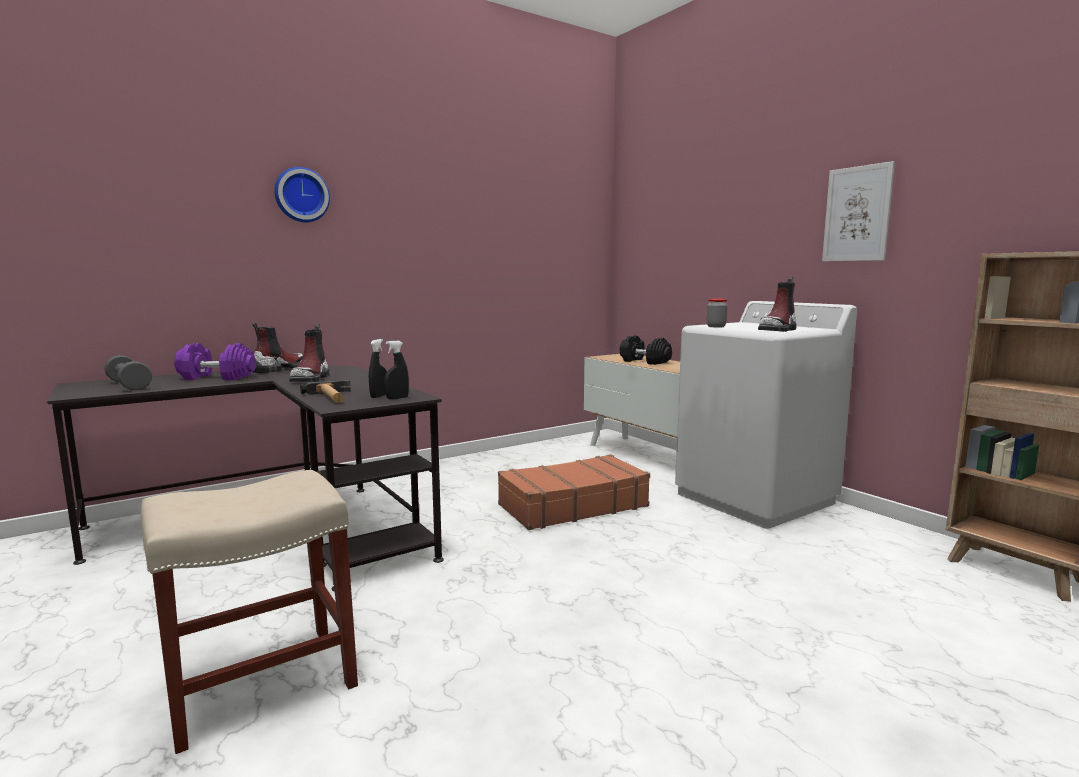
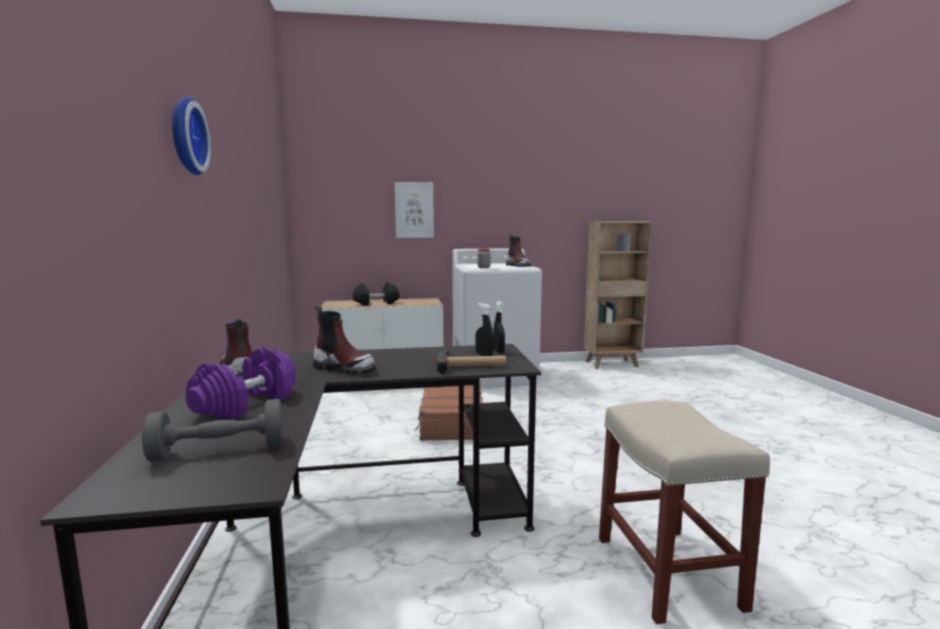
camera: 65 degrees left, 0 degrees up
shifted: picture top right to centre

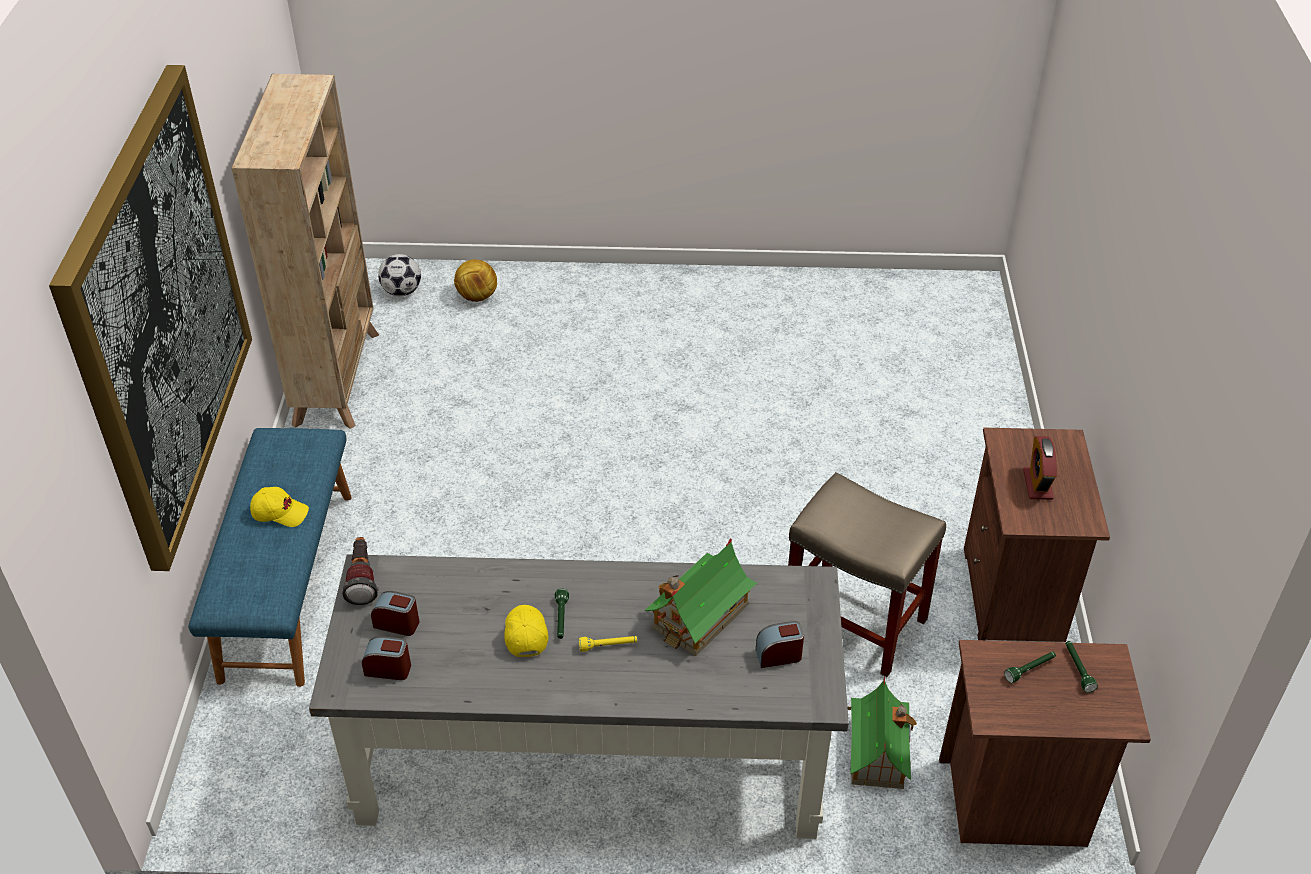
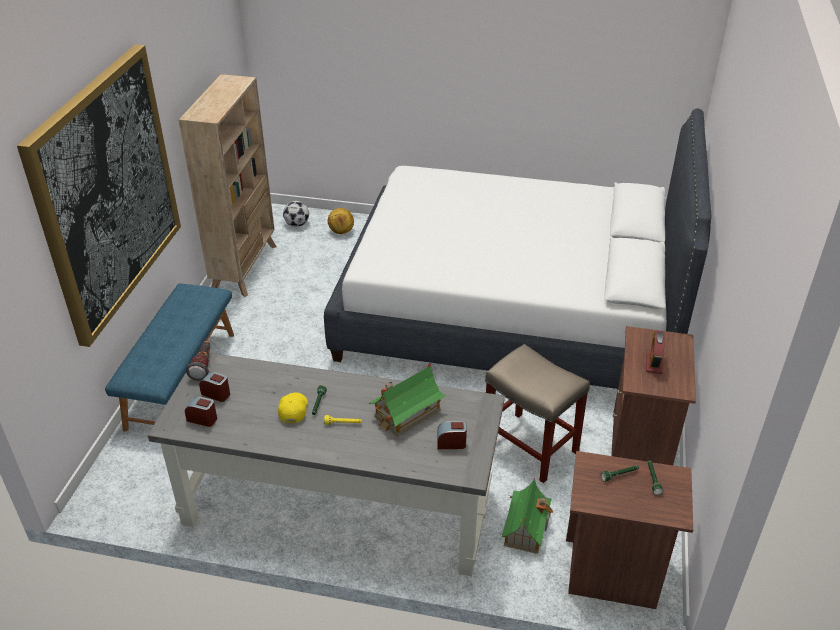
camera: 10 degrees right, 5 degrees down
gone: yellow-coloured baseball cap (no. 1 from left) middle left
new: whitish bed centre

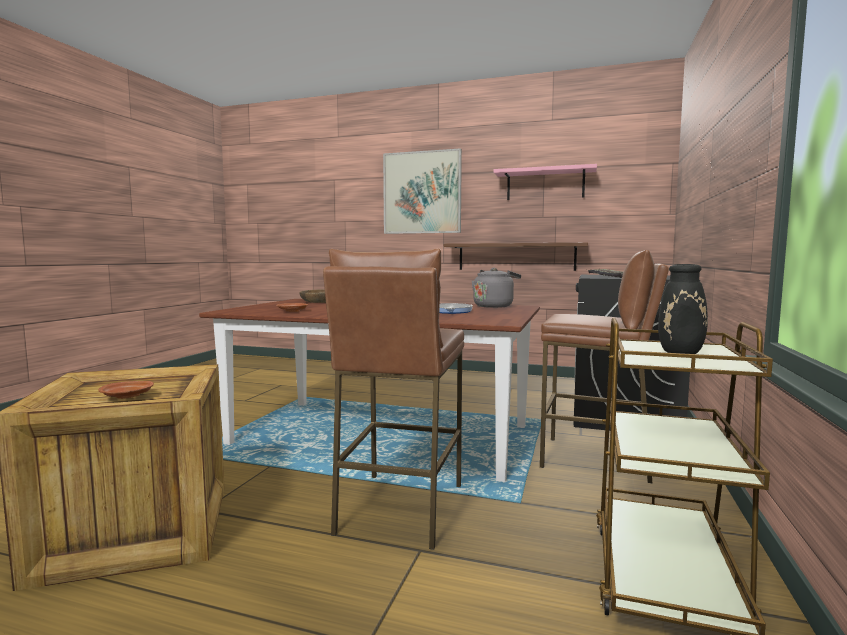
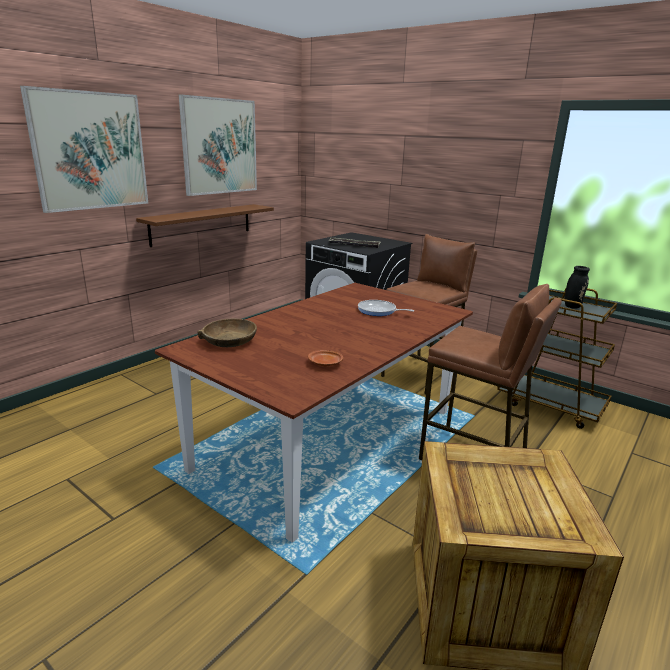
camera: 70 degrees left, 15 degrees up
gone: brown dinner plate (no. 1 from left) middle left; greyish kettle centre
swapped: pinkish wall shelf top centre to picture (no. 2 from left) top left

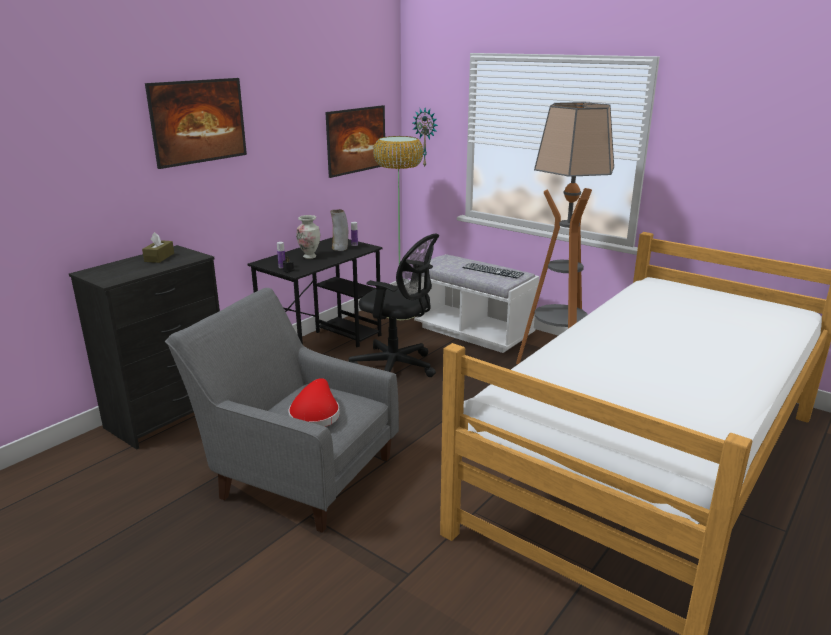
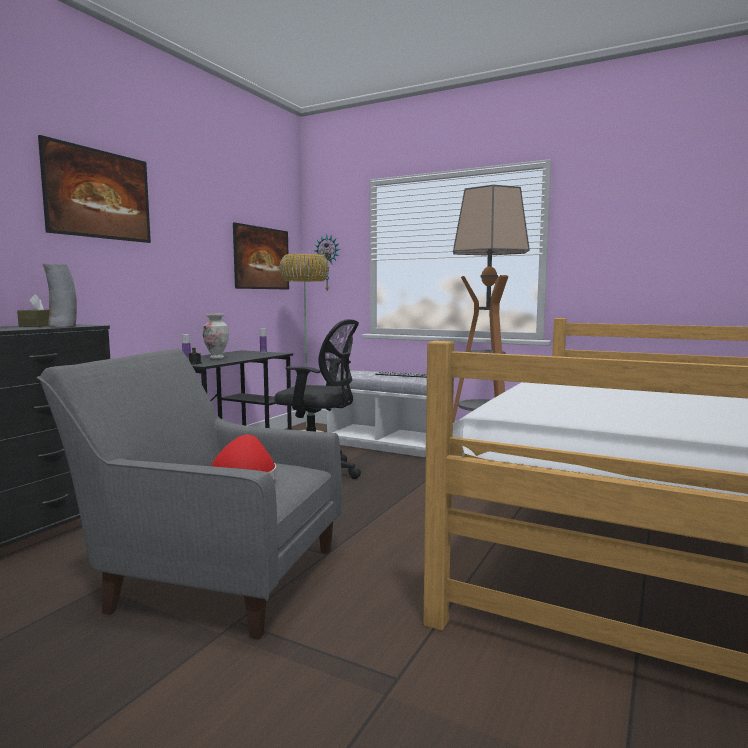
camera: 10 degrees left, 15 degrees down
shifted: flower vase (no. 2 from left in the first image) centre to flower vase (no. 1 from left) middle left

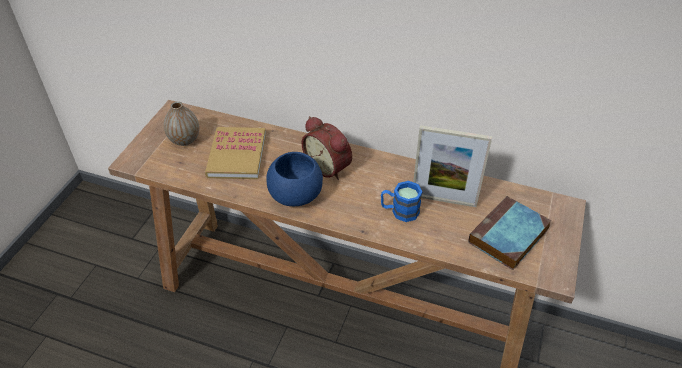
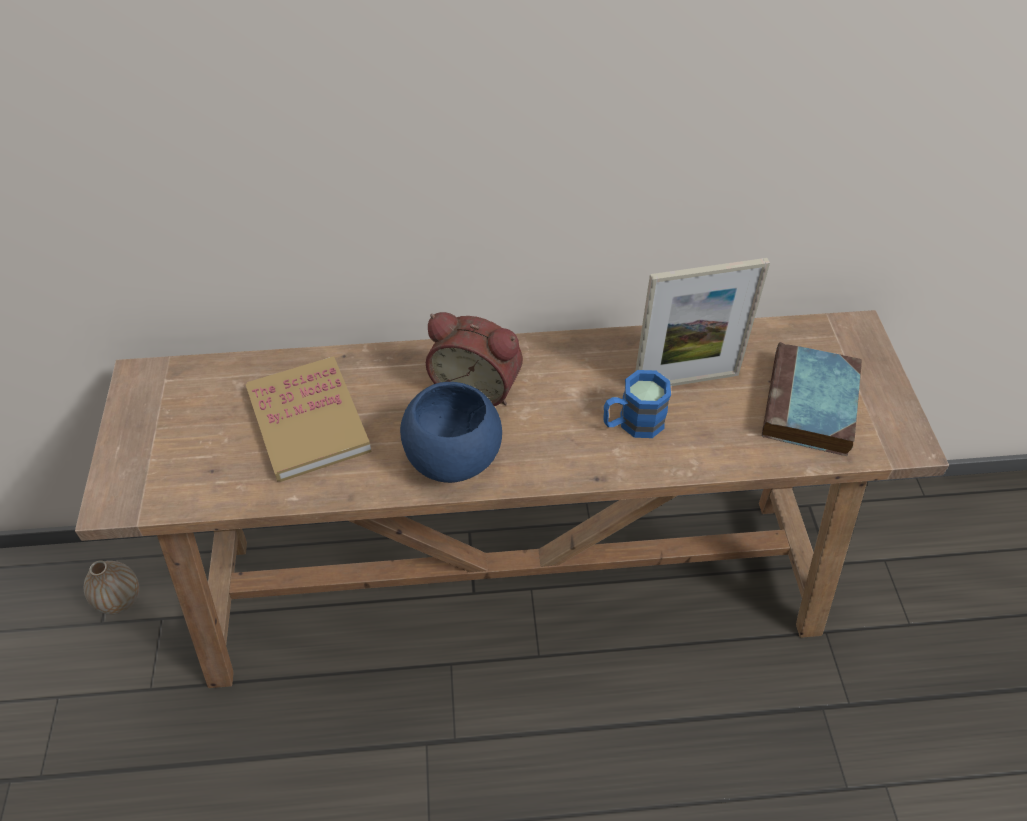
camera: 25 degrees left, 5 degrees up
shifted: flower vase middle left to bottom left

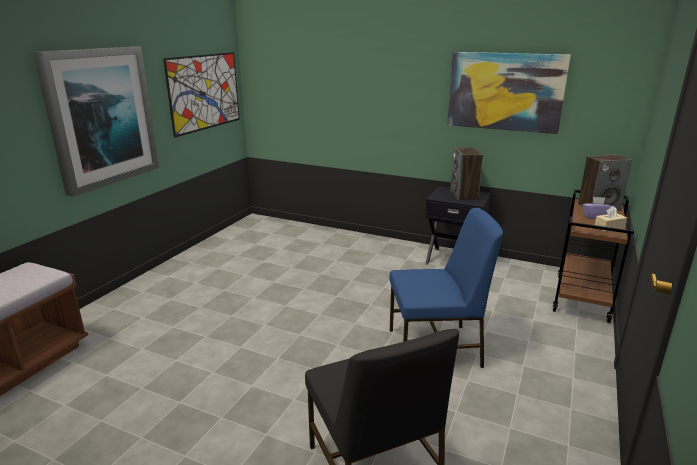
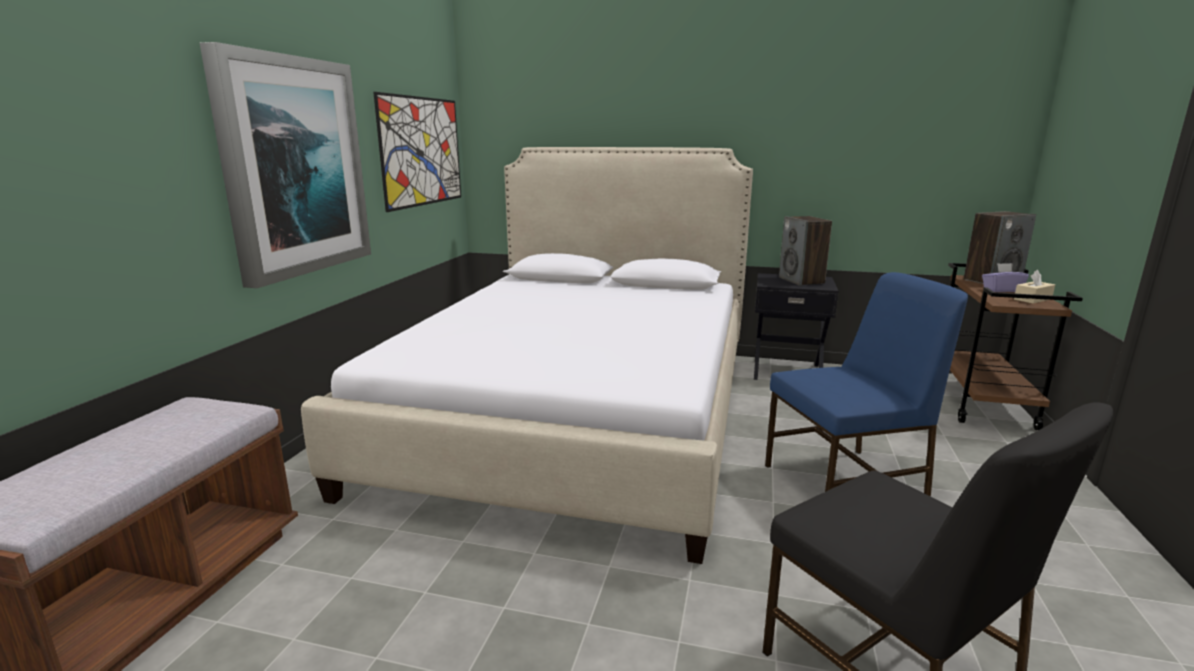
camera: 10 degrees left, 5 degrees down
gone: picture (no. 3 from left) top right
new: bed centre

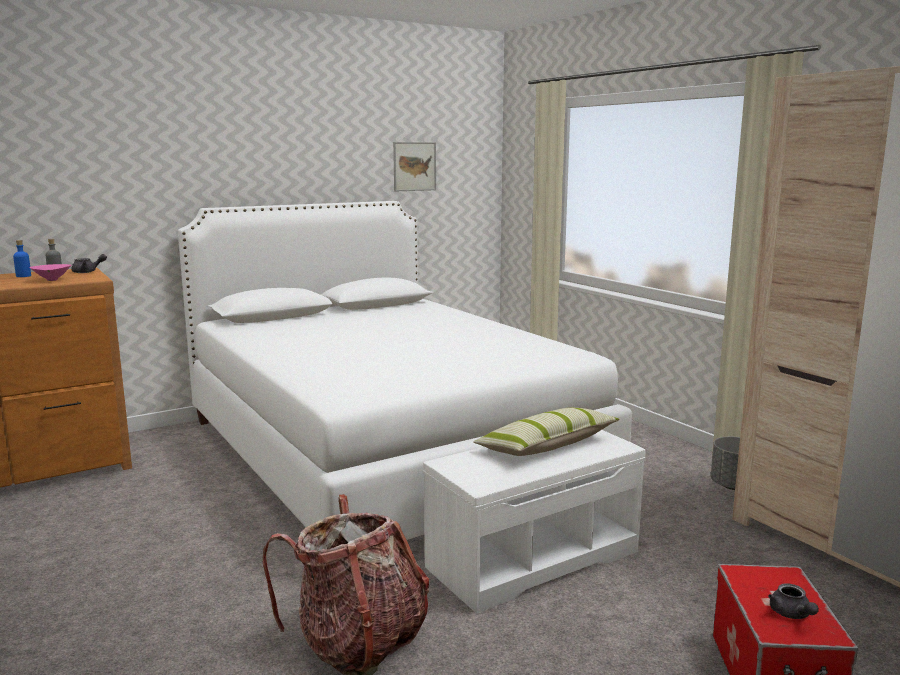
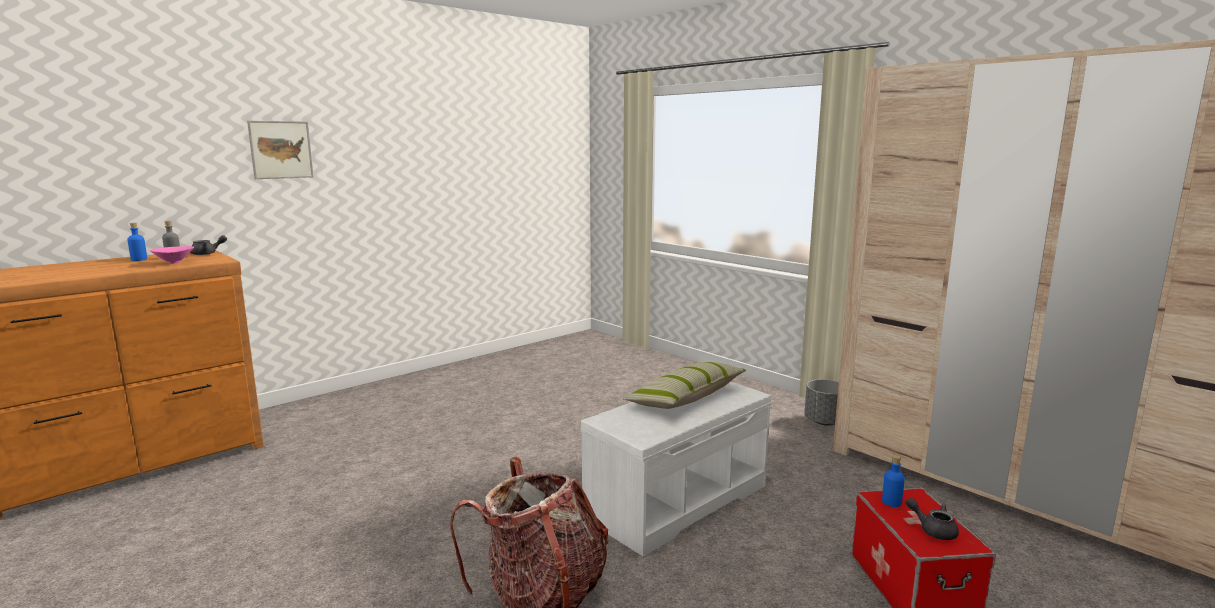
camera: 10 degrees left, 0 degrees up
gone: whitish bed centre
new: bluish beverage bottle (no. 2 from left) bottom right
shifted: picture top centre to top left
rotated: greyish pot for tea (no. 2 from left) bottom right = bottom right 150 degrees clockwise

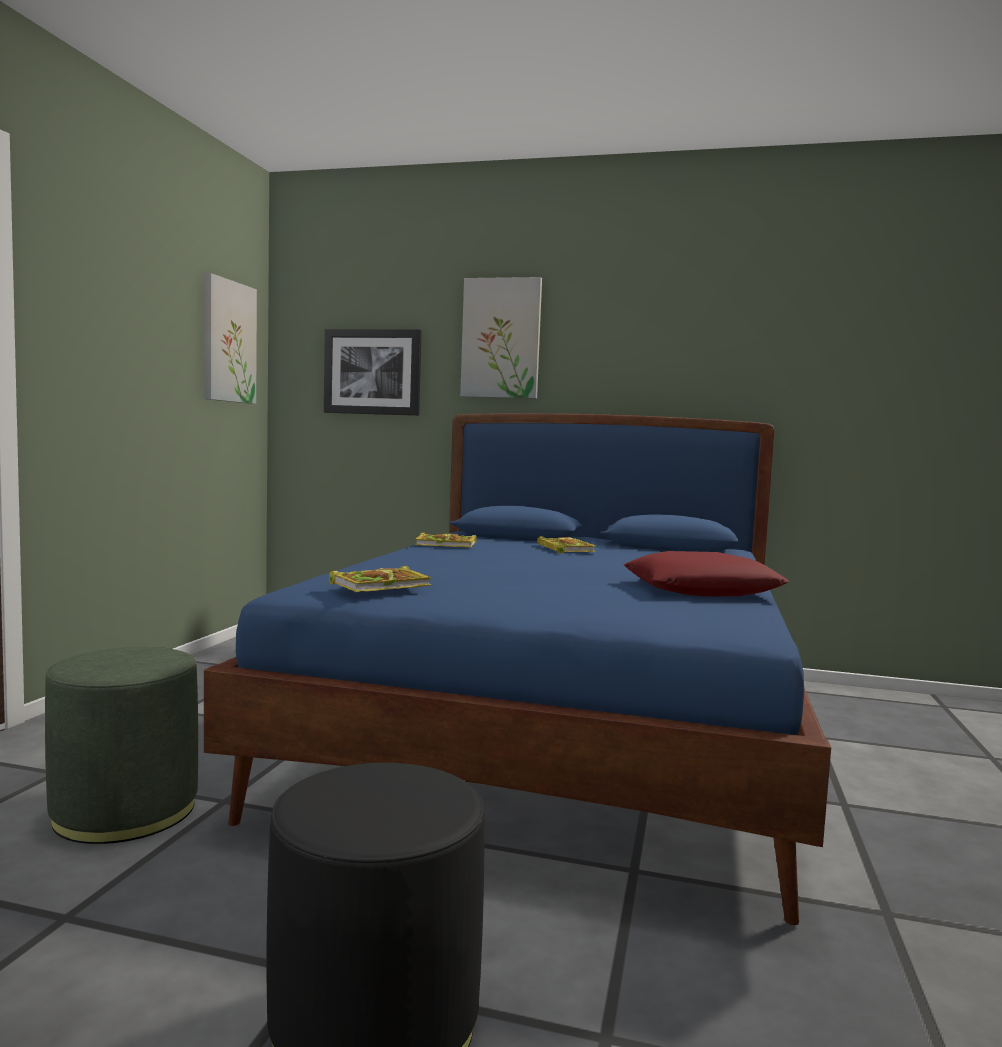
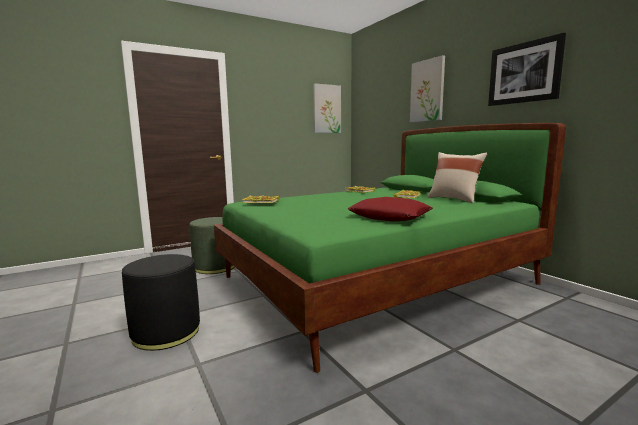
camera: 45 degrees right, 5 degrees up
new: beige-coloured cushion middle right
shifted: picture (no. 2 from left in the first image) centre to picture (no. 3 from left) top right
repainted: bluish bed centre to green bed centre

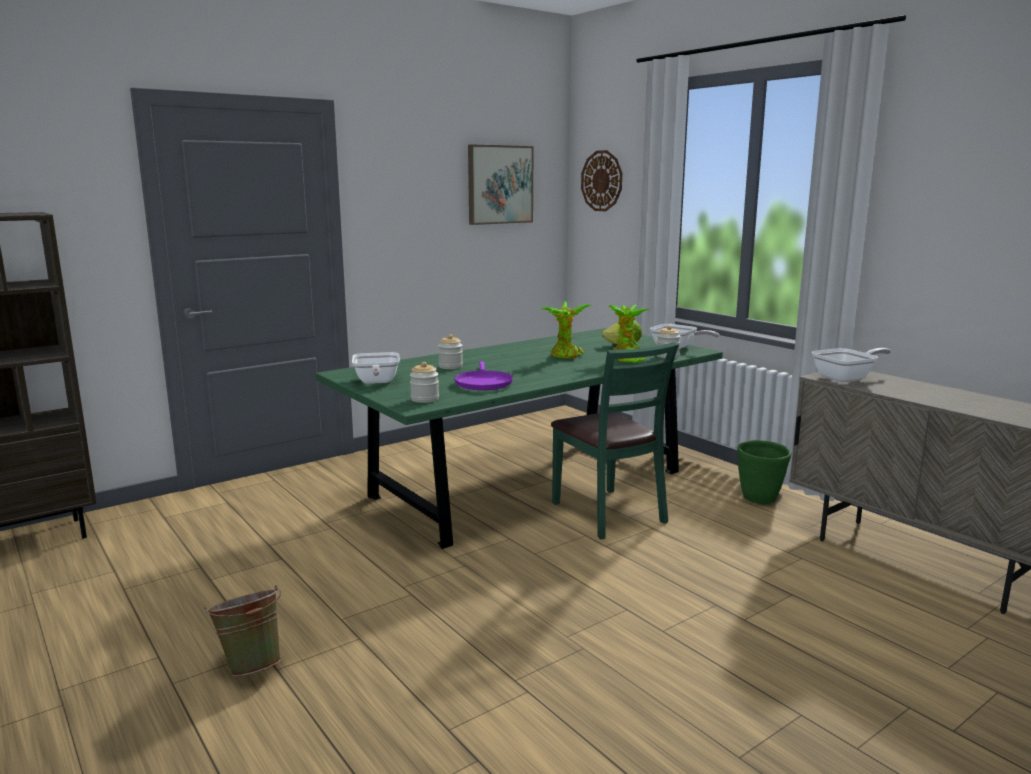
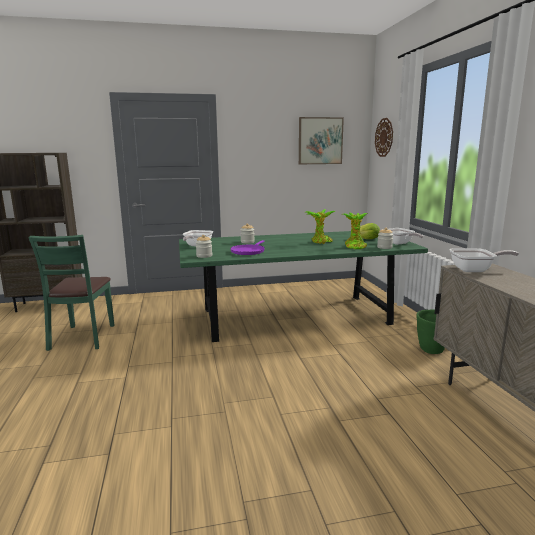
camera: 25 degrees right, 0 degrees up
gone: green pail bottom left
shifted: green chair centre to middle left

